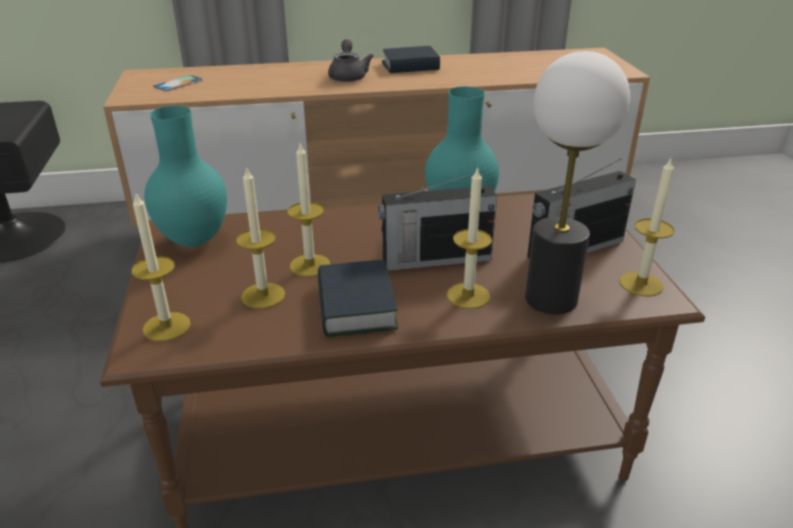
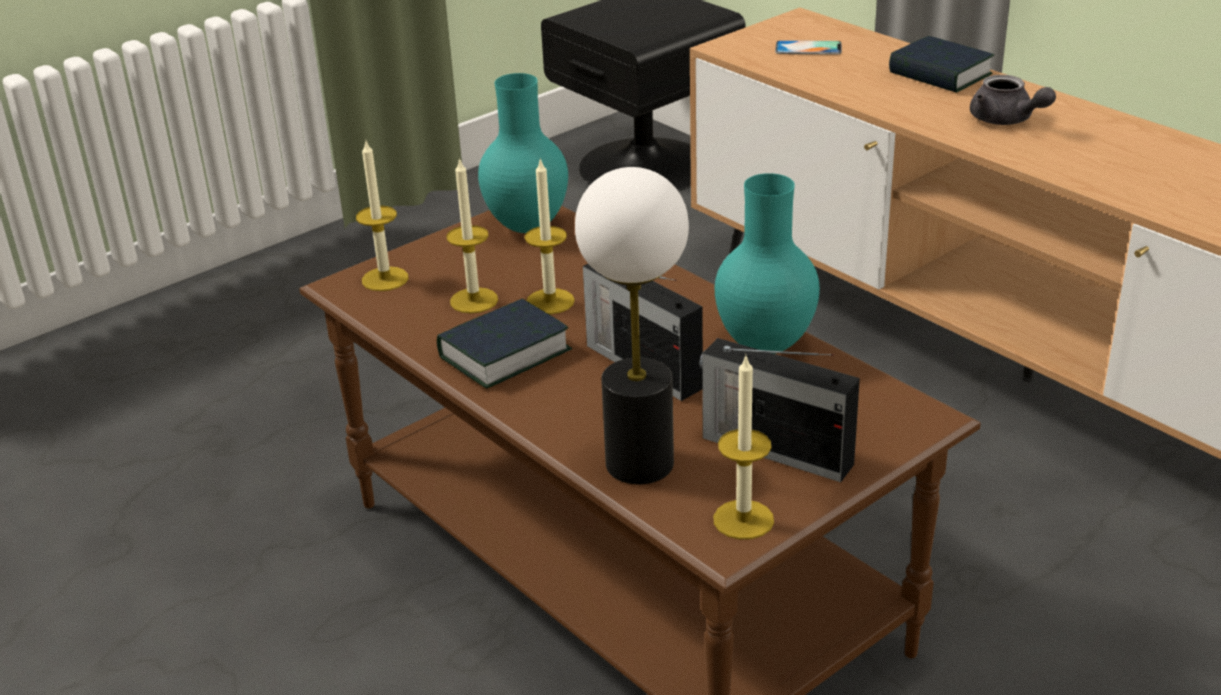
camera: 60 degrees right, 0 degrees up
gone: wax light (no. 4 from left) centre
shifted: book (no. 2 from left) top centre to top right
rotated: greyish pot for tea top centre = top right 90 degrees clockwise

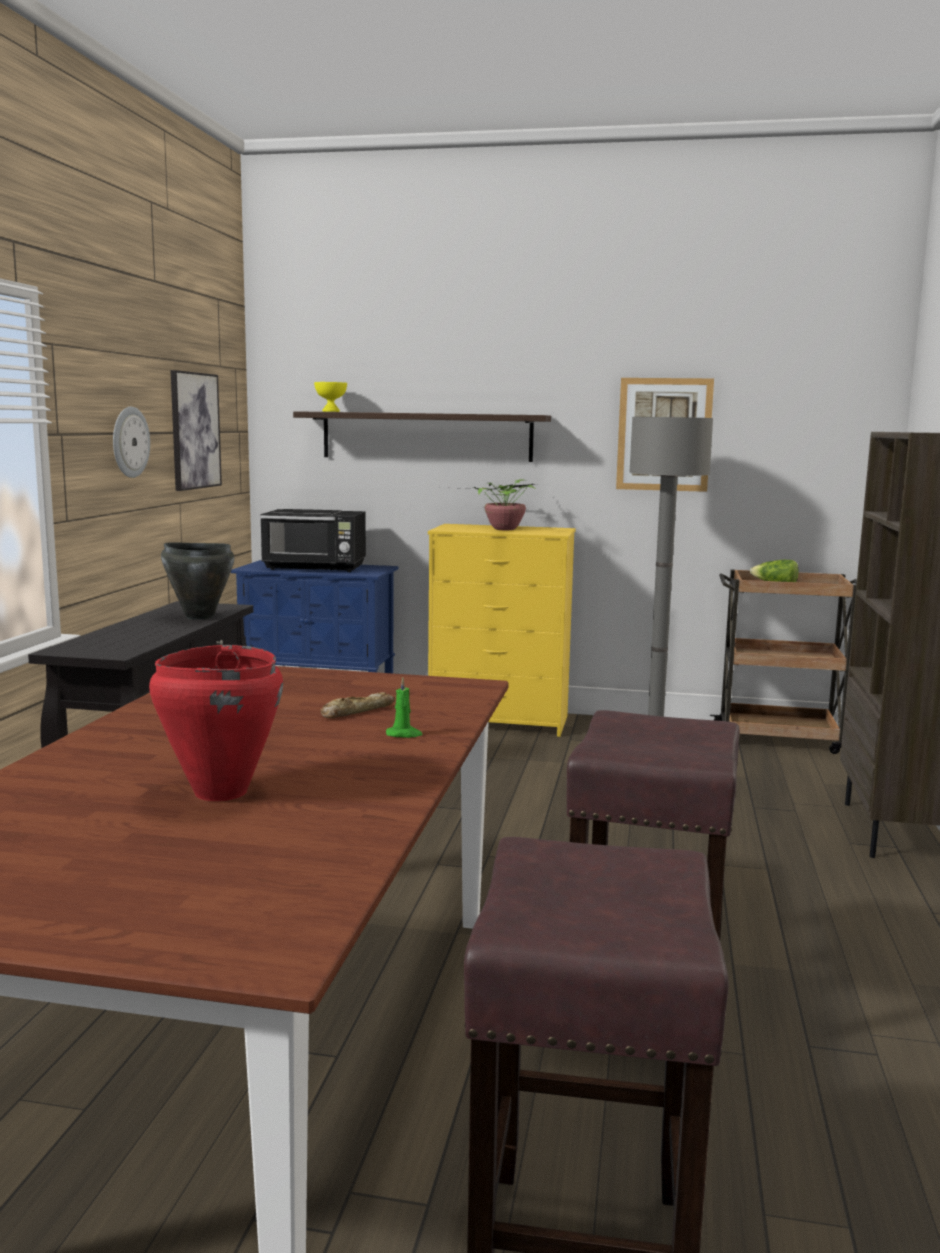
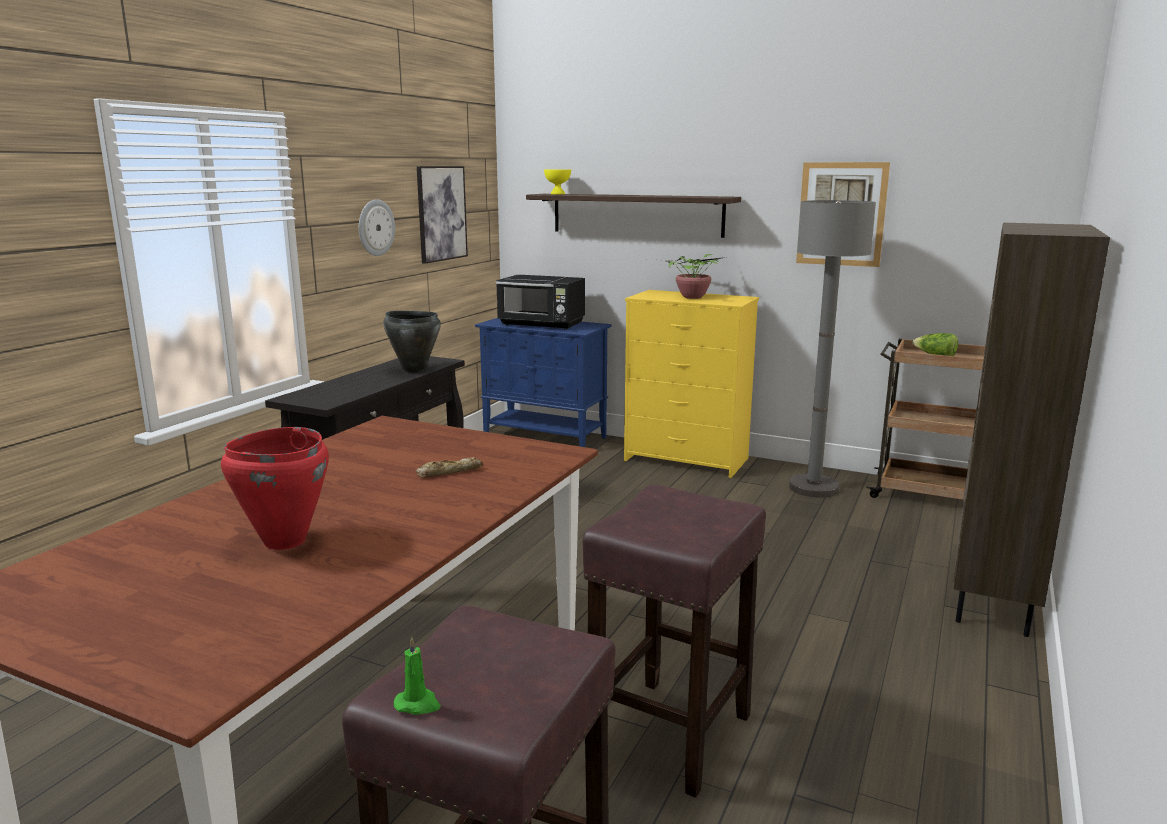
camera: 15 degrees right, 5 degrees up
shifted: green wax light centre to bottom centre

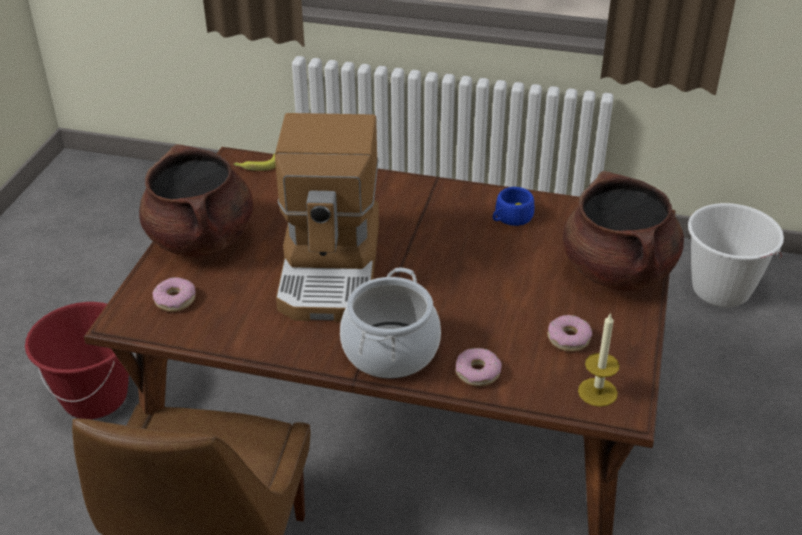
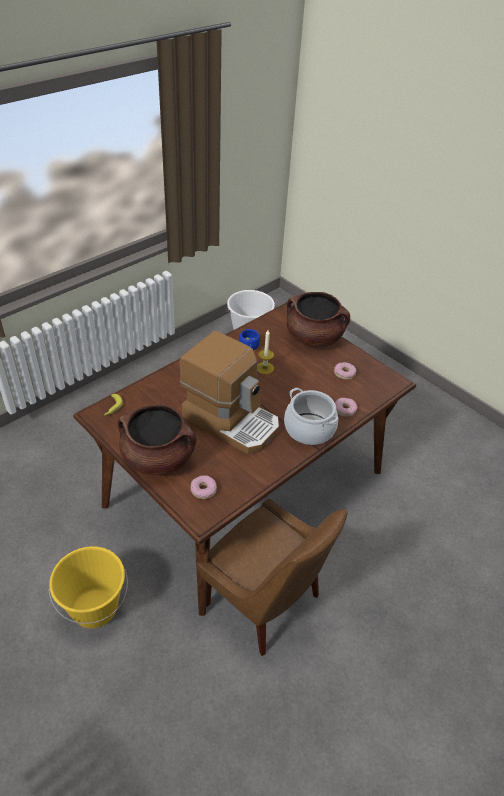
camera: 60 degrees left, 5 degrees up
shifted: wax light bottom right to centre
repainted: red-coloured pail bottom left to yellow-coloured pail bottom left

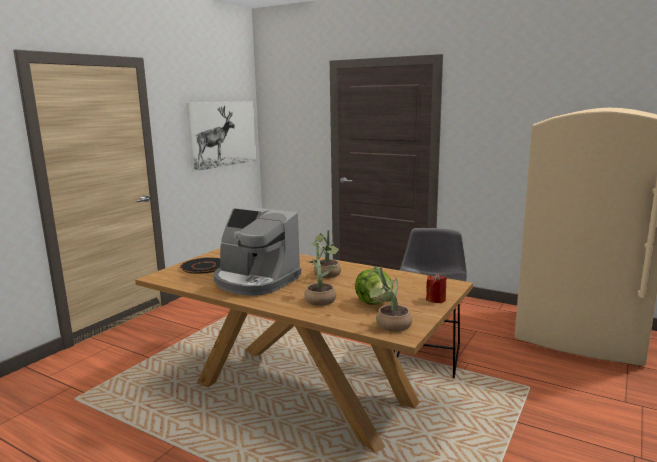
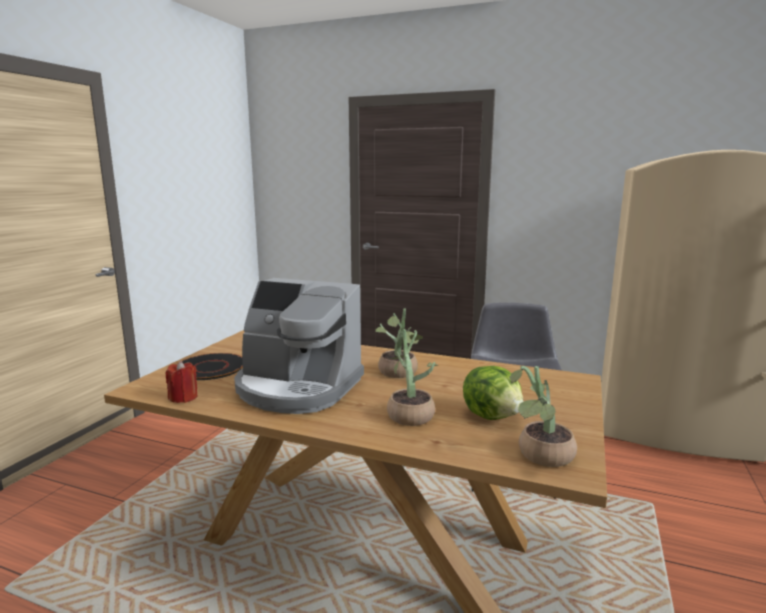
camera: 10 degrees left, 0 degrees up
gone: picture top centre
shifted: red-coloured wax light centre to middle left

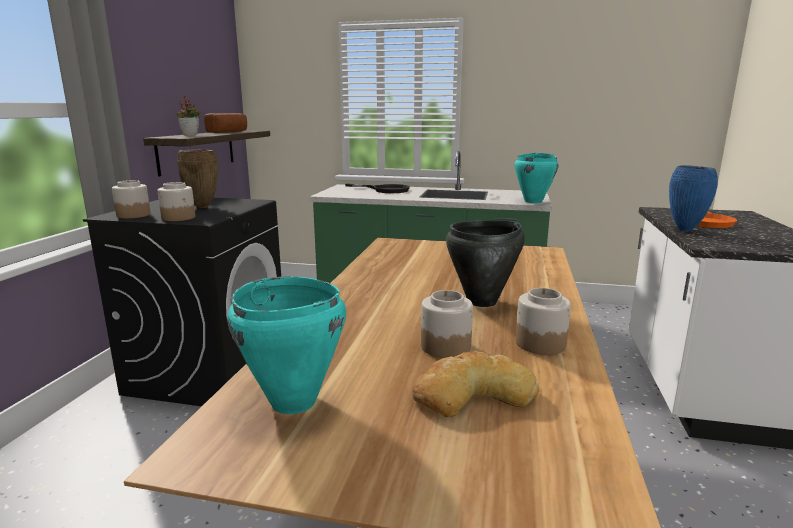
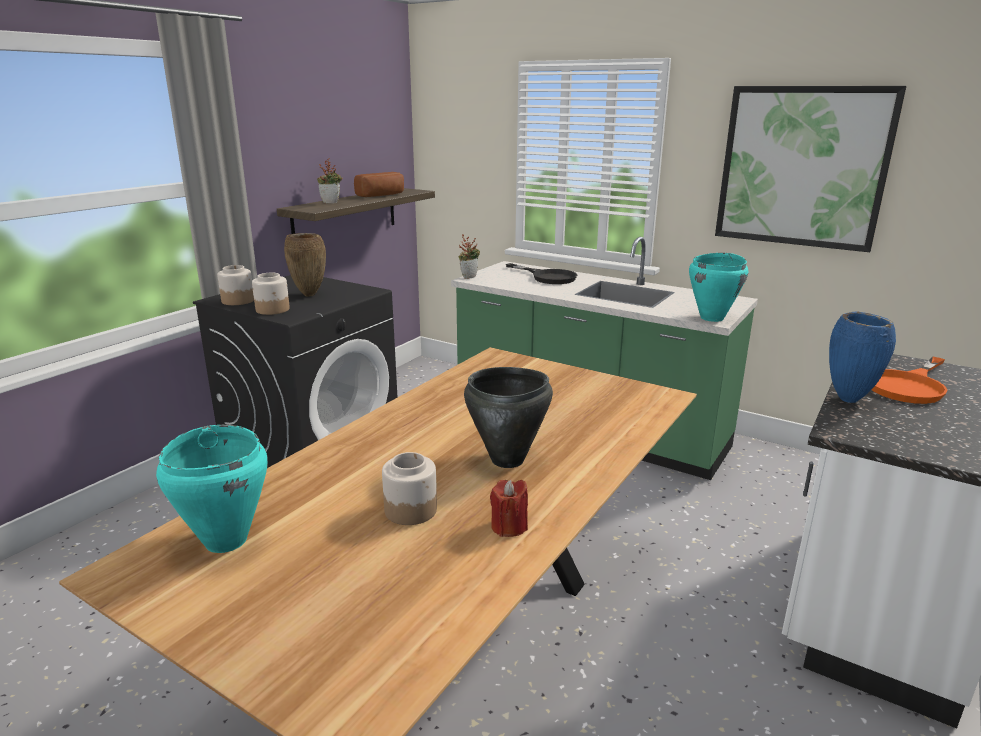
camera: 20 degrees right, 5 degrees up
gone: bread (no. 2 from left) bottom centre
new: plant in a pot (no. 2 from left) centre; picture top right
swapped: jar (no. 4 from left) middle right to red-coloured wax light bottom centre

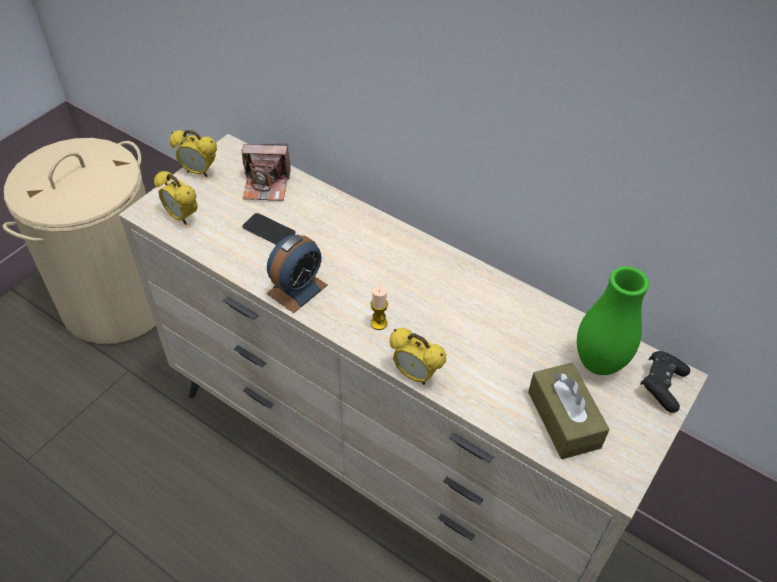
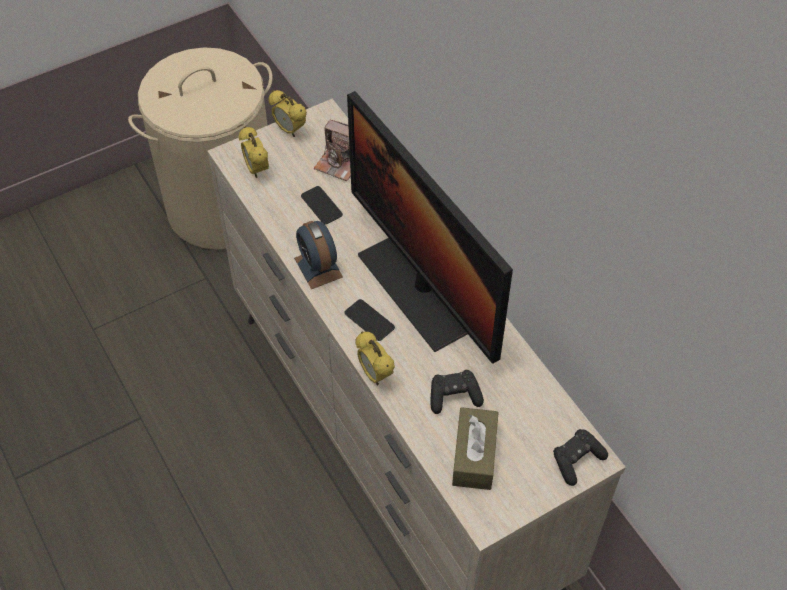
camera: 25 degrees right, 5 degrees up
gone: green flower vase middle right
new: computer display centre; black game controller (no. 1 from left) centre
swapped: wax light centre to handset (no. 2 from left) centre
rotated: table clock (no. 3 from left) centre = centre 90 degrees clockwise

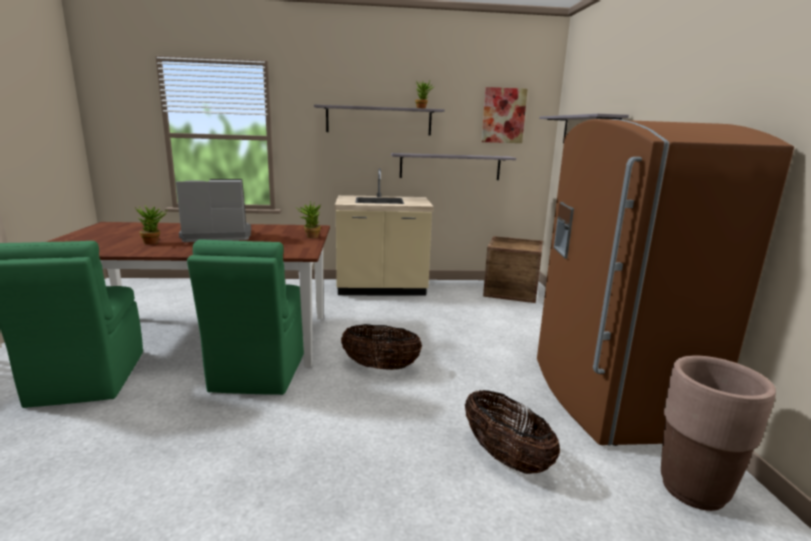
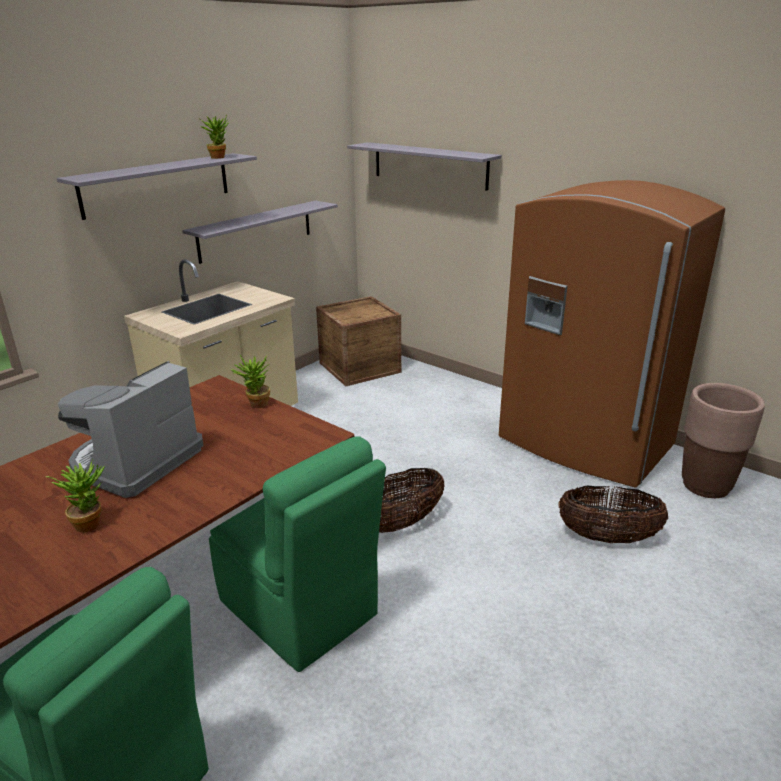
camera: 45 degrees left, 10 degrees up
gone: picture top centre

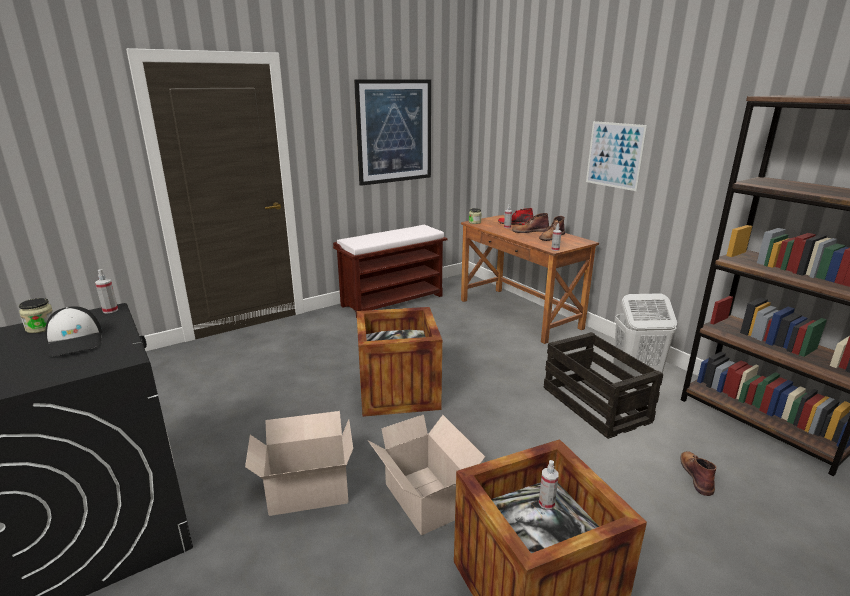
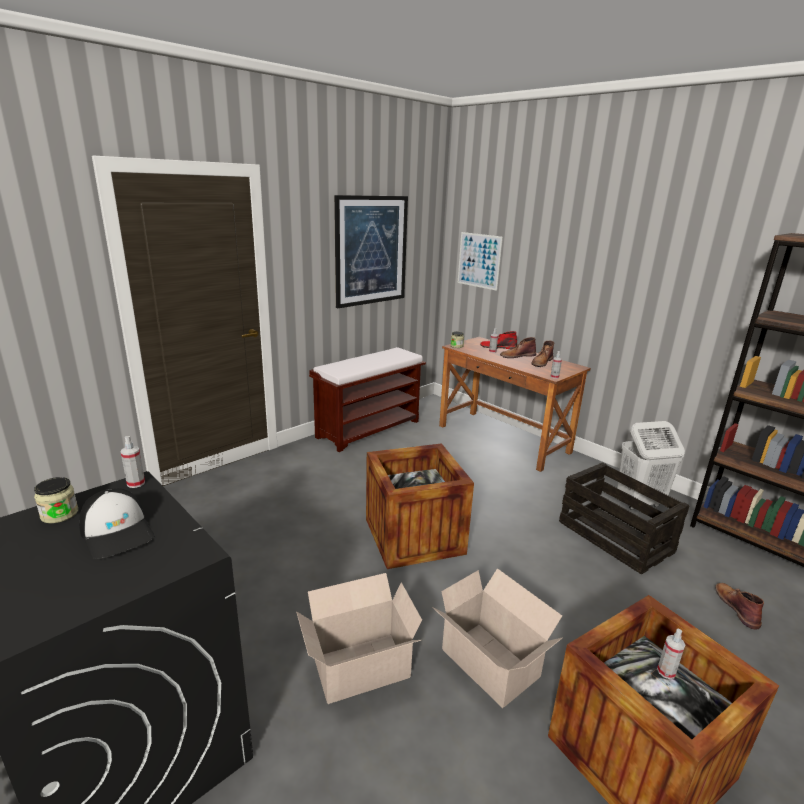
camera: 10 degrees left, 0 degrees up
shifted: picture (no. 2 from left) top right to top centre

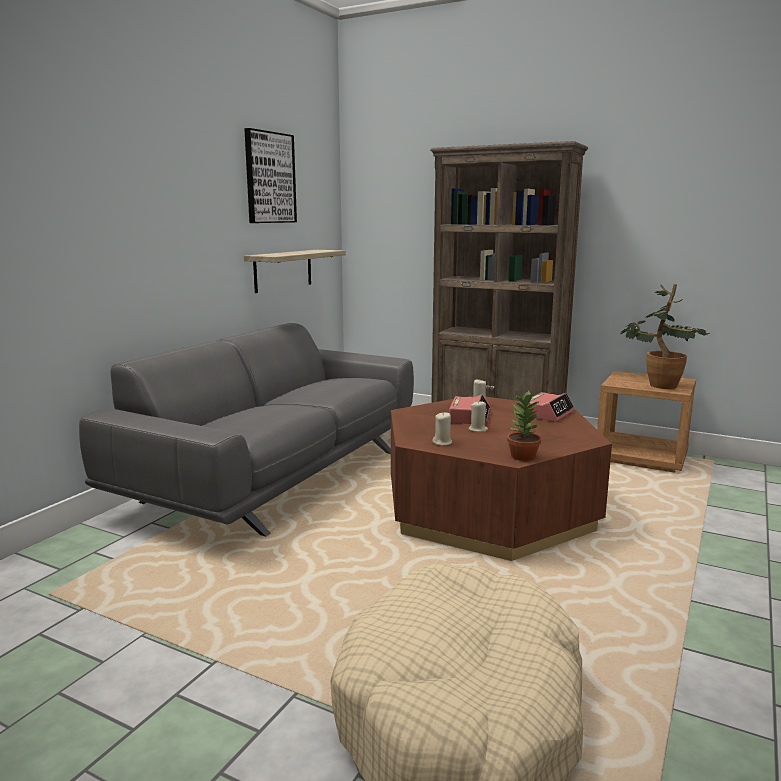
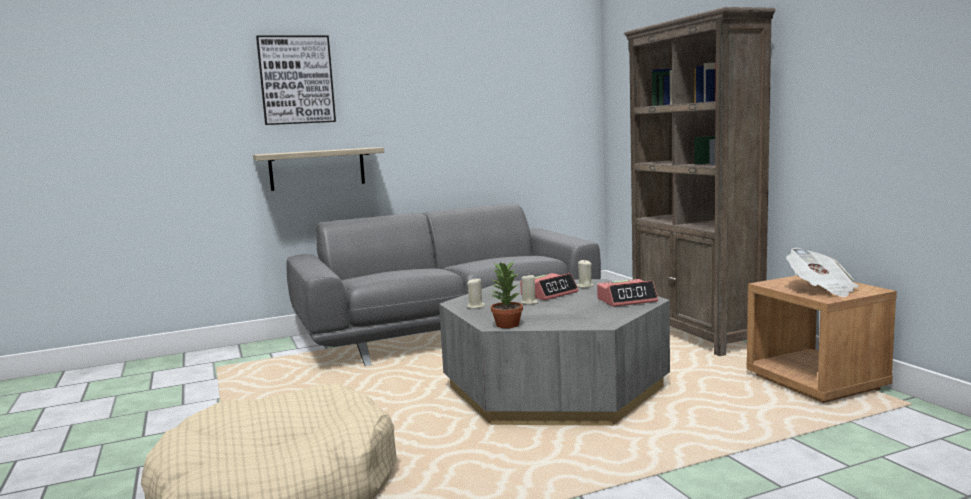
camera: 40 degrees right, 5 degrees down
shifted: picture top centre to top left; wall shelf centre to middle left
swapped: plant in a pot (no. 2 from left) middle right to newspaper middle right
repainted: brown low table centre to greyish low table bottom centre

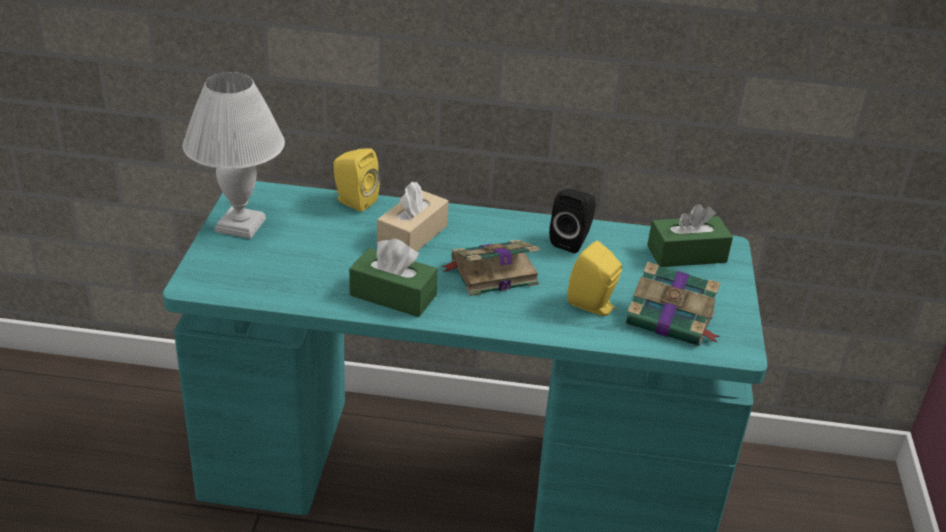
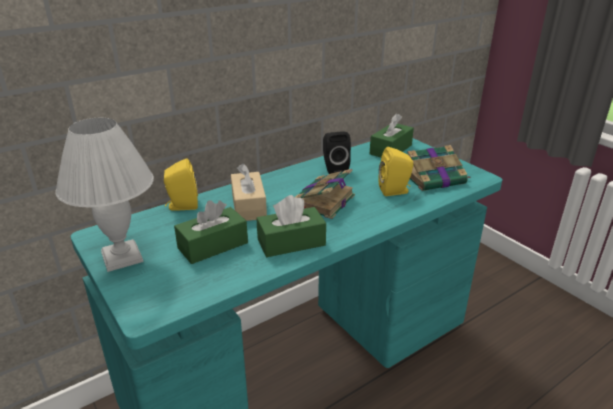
camera: 40 degrees left, 5 degrees down
new: green tissue box (no. 1 from left) centre

